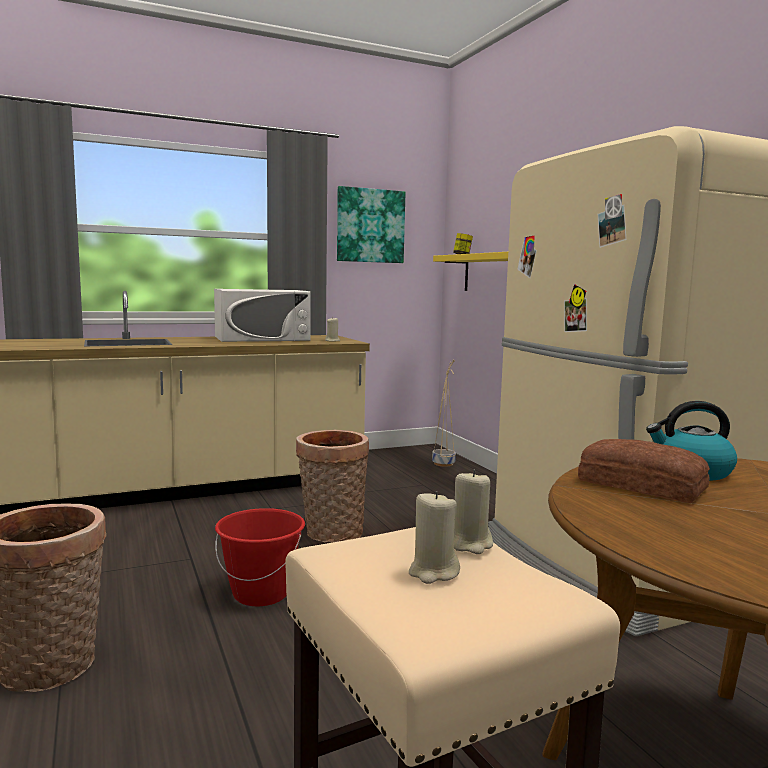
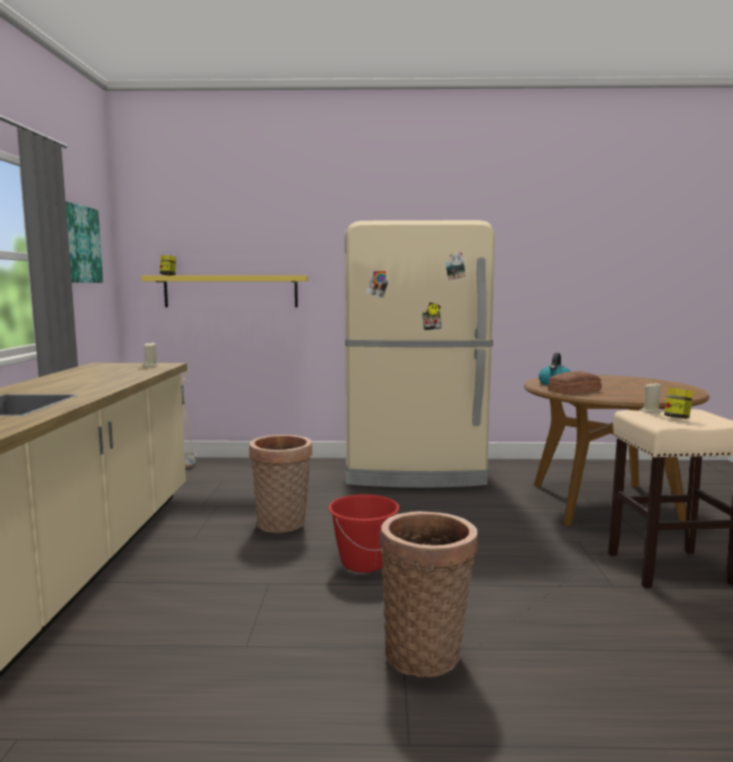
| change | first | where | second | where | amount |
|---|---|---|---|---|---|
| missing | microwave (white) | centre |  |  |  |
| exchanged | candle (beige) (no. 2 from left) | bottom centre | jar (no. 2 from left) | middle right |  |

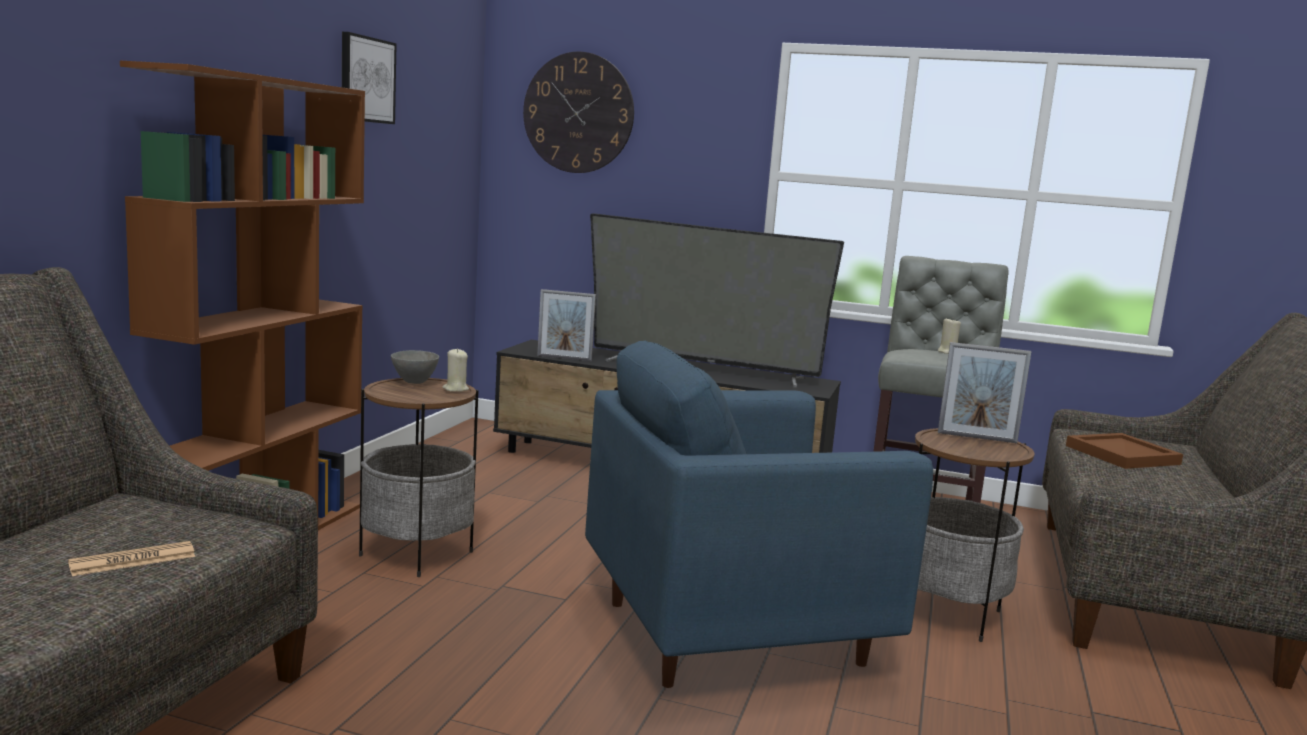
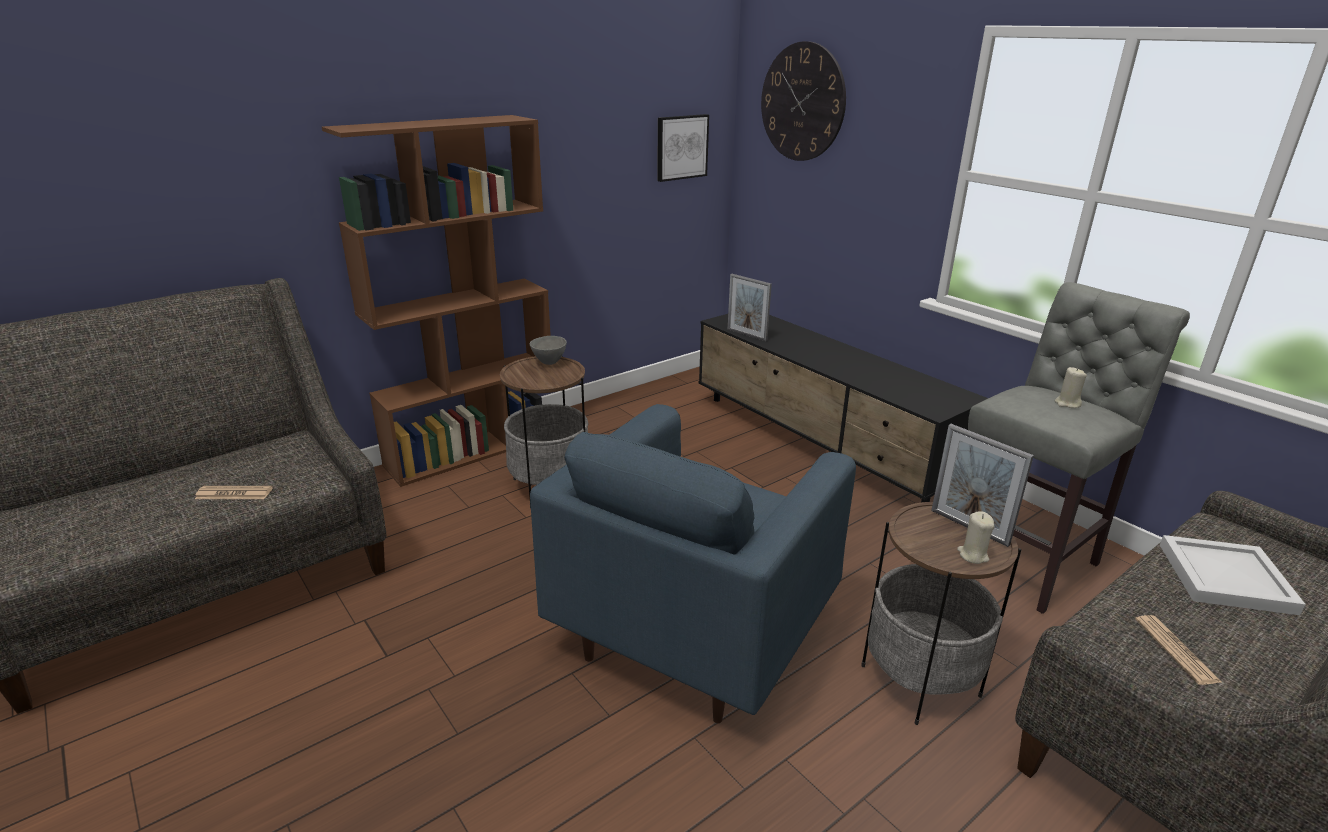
| change | first | where | second | where | amount |
|---|---|---|---|---|---|
| relocated | picture | top left |  | top centre |  |
| relocated | candle (beige) (no. 1 from left) | centre |  | middle right |  |
| spun | armchair (blue) | bottom centre |  | bottom centre | 75 degrees counterclockwise |
| missing | television | centre |  |  |  |
| colour | tray (brown) | middle right | tray (white) | bottom right |  |
| appeared |  |  | newspaper (no. 2 from left) | bottom right |  |

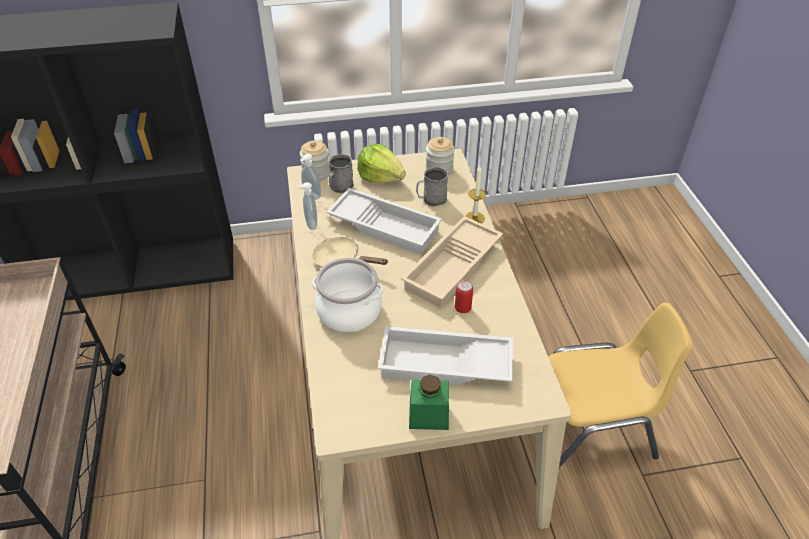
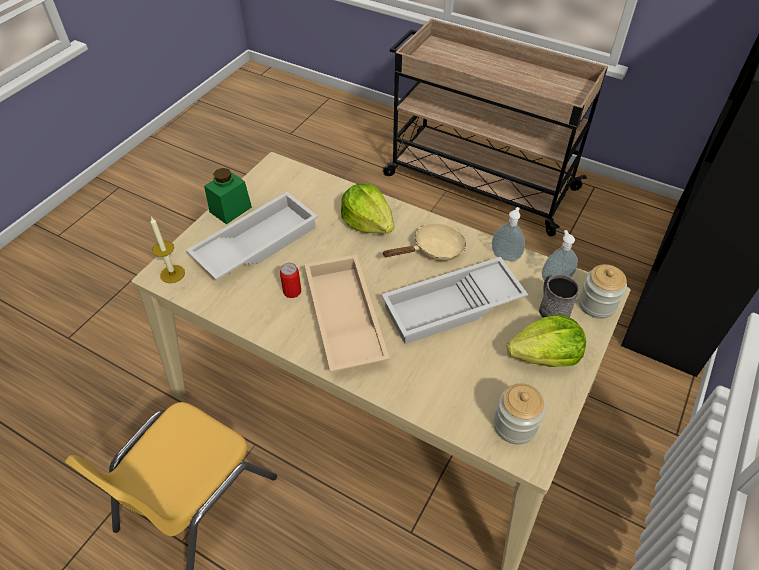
| change | first | where | second | where | amount |
|---|---|---|---|---|---|
| exchanged | cooking pot | centre | lettuce (no. 1 from left) | centre |  |
| missing | mug (grey) (no. 2 from left) | centre |  |  |  |
| relocated | candle | centre |  | middle left |  |

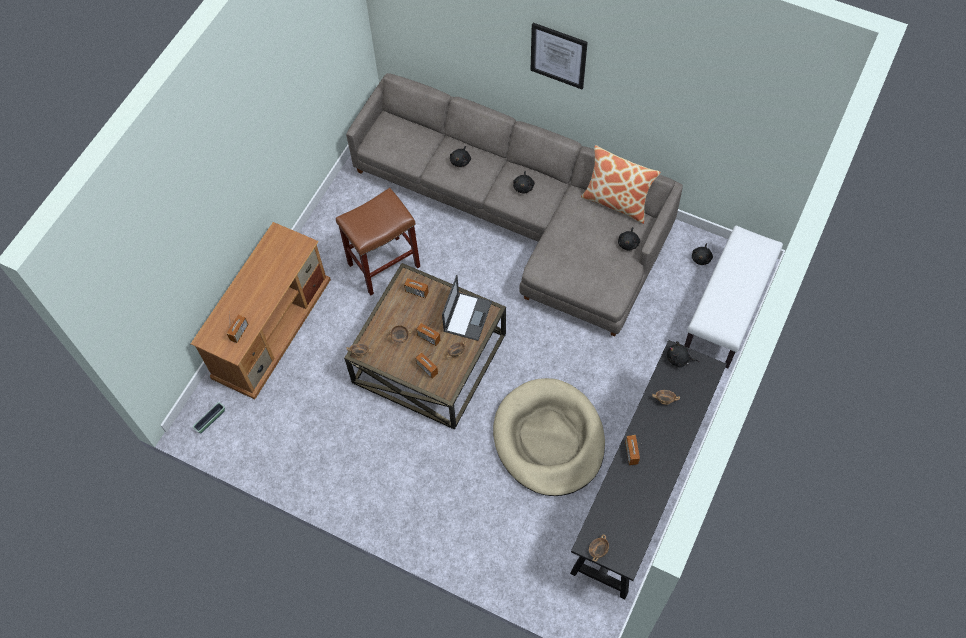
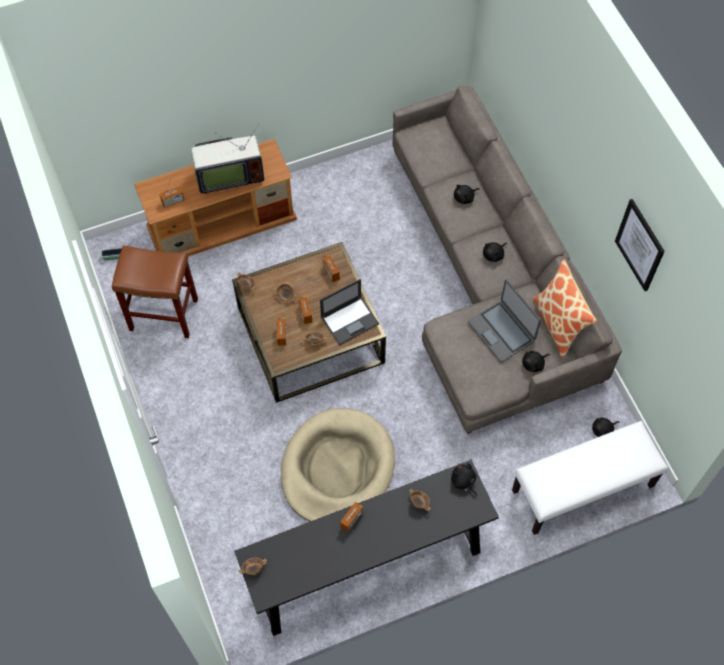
| change | first | where | second | where | amount |
|---|---|---|---|---|---|
| relocated | stool (brown) | centre |  | middle left |  |
| relocated | picture | top centre |  | middle right |  |
| appeared |  |  | television | top left |  |
| appeared |  |  | laptop (no. 2 from left) | middle right |  |

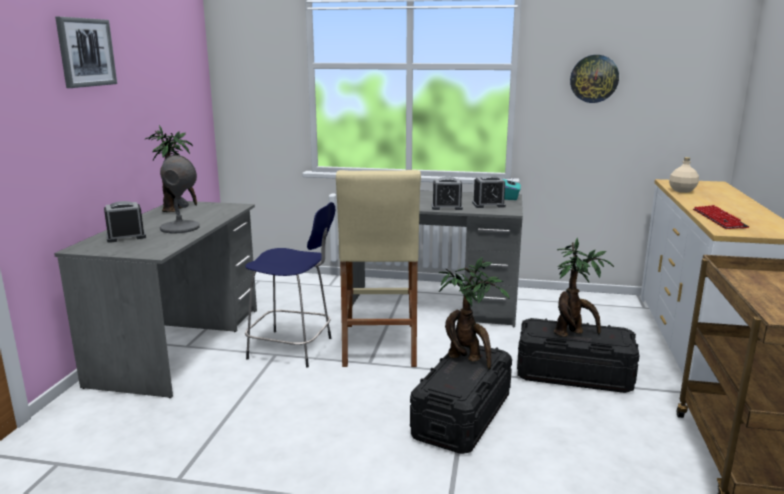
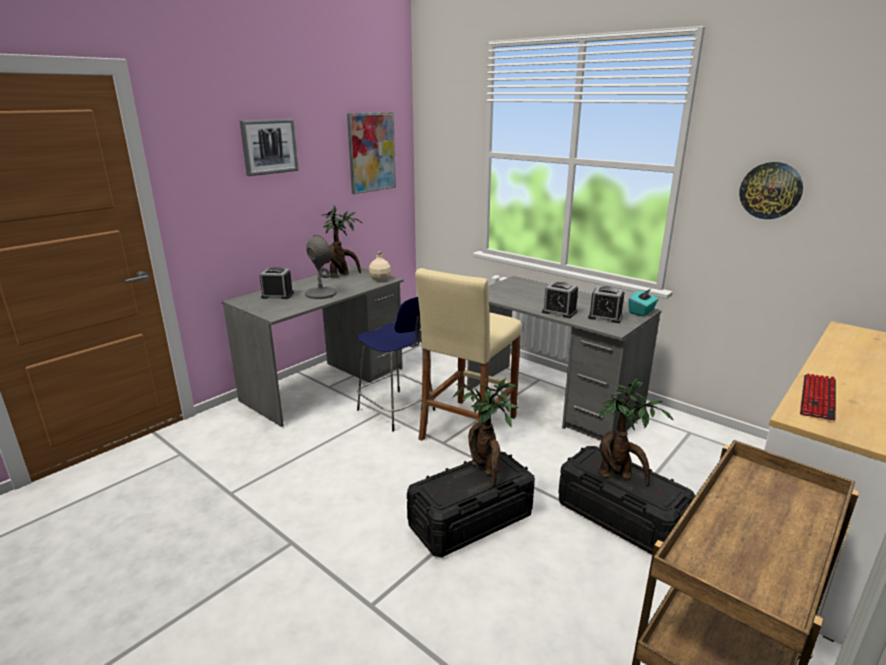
| change | first | where | second | where | amount |
|---|---|---|---|---|---|
| relocated | bottle (beige) | middle right |  | centre |  |
| appeared |  |  | picture (no. 2 from left) | top centre |  |

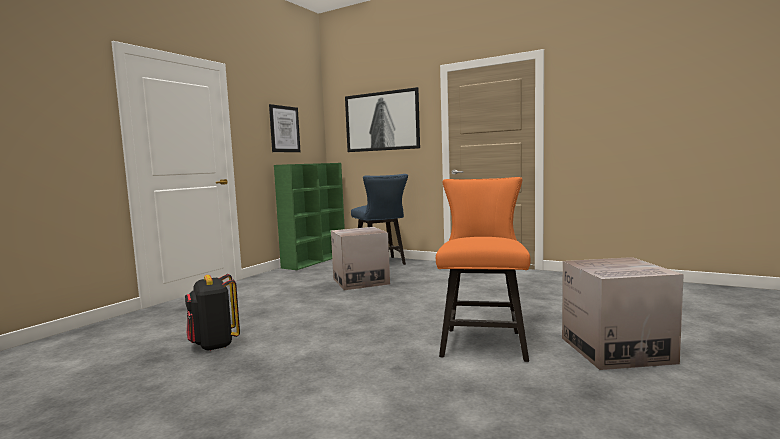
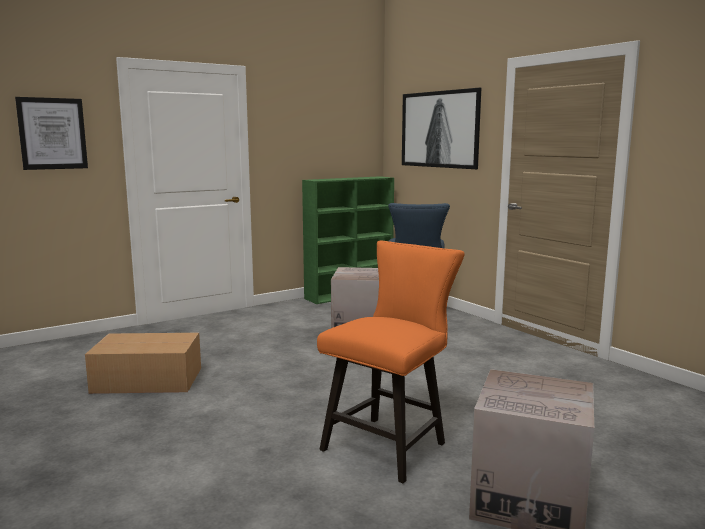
| change | first | where | second | where | amount |
|---|---|---|---|---|---|
| exchanged | backpack (black) | bottom left | cardboard box (no. 1 from left) | bottom left |  |
| relocated | picture (no. 1 from left) | top centre |  | top left |  |

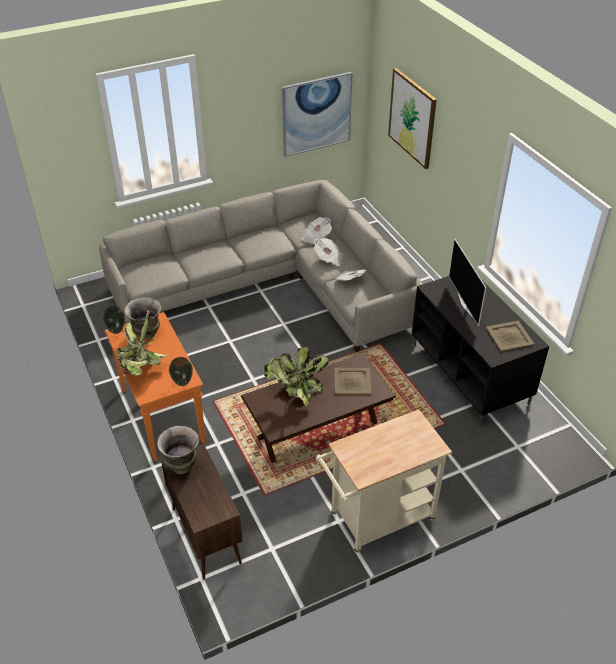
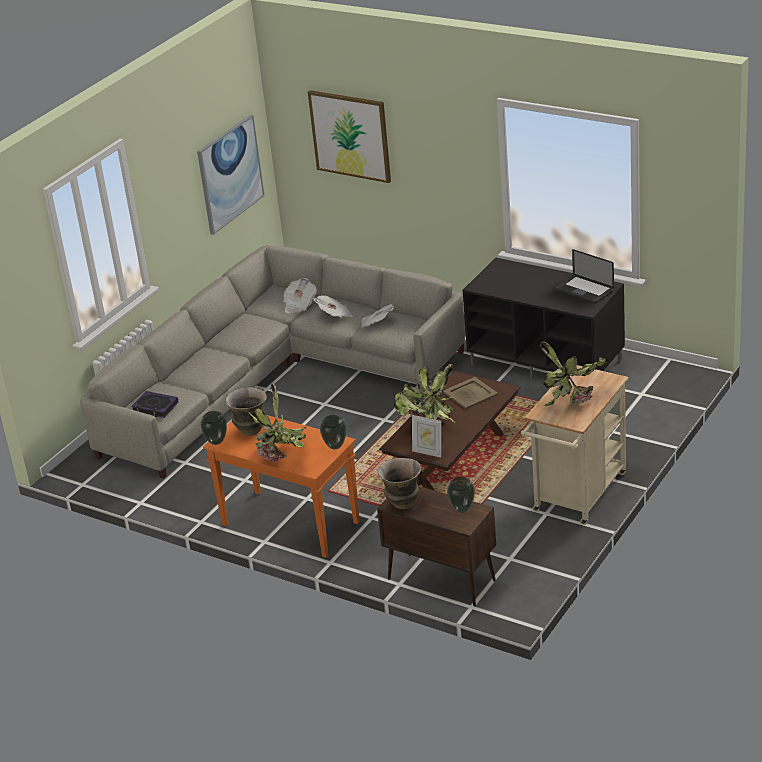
| change | first | where | second | where | amount |
|---|---|---|---|---|---|
| missing | television | middle right |  |  |  |
| exchanged | tray (beige) (no. 2 from left) | middle right | laptop | middle right |  |
| appeared |  |  | book | middle left |  |
| appeared |  |  | picture frame | centre |  |
| appeared |  |  | vase (no. 5 from left) | centre |  |
| appeared |  |  | potted plant (no. 3 from left) | middle right |  |

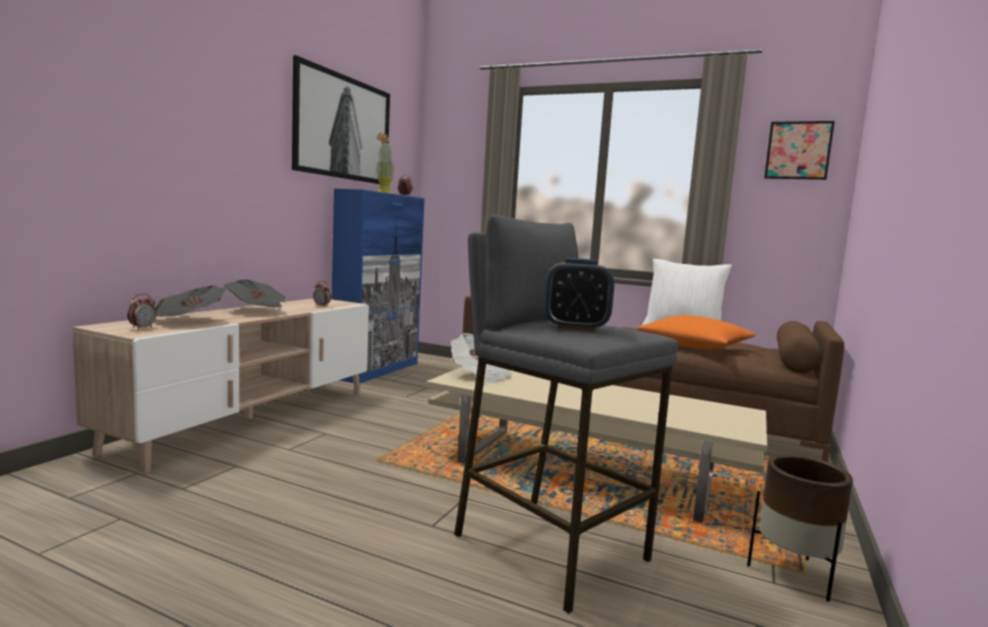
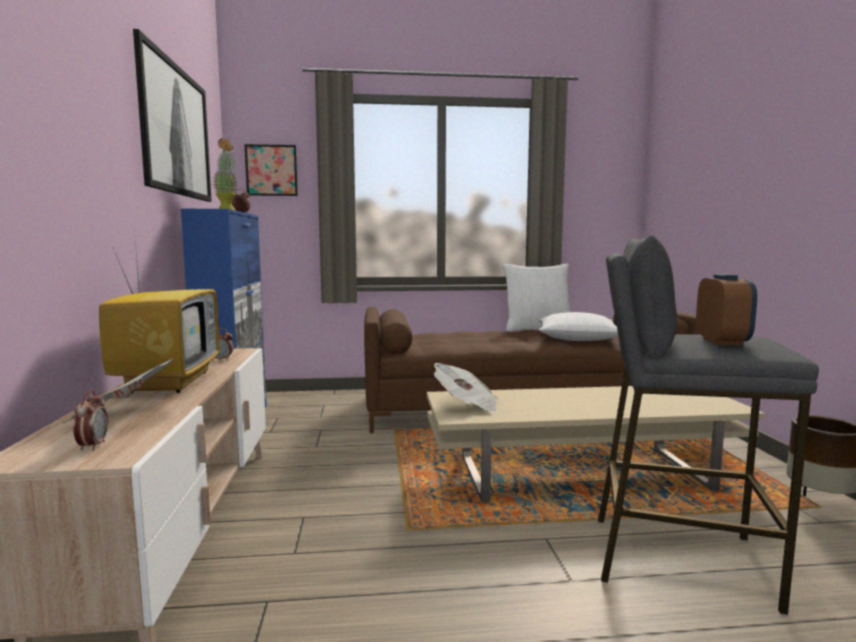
| change | first | where | second | where | amount |
|---|---|---|---|---|---|
| exchanged | newspaper (no. 2 from left) | middle left | television | middle left |  |
| spun | alarm clock (no. 4 from left) | centre |  | middle right | 60 degrees counterclockwise |
| colour | pillow (orange) | middle right | pillow (white) (no. 2 from left) | middle right |  |
| relocated | picture (no. 2 from left) | top right |  | top left |  |

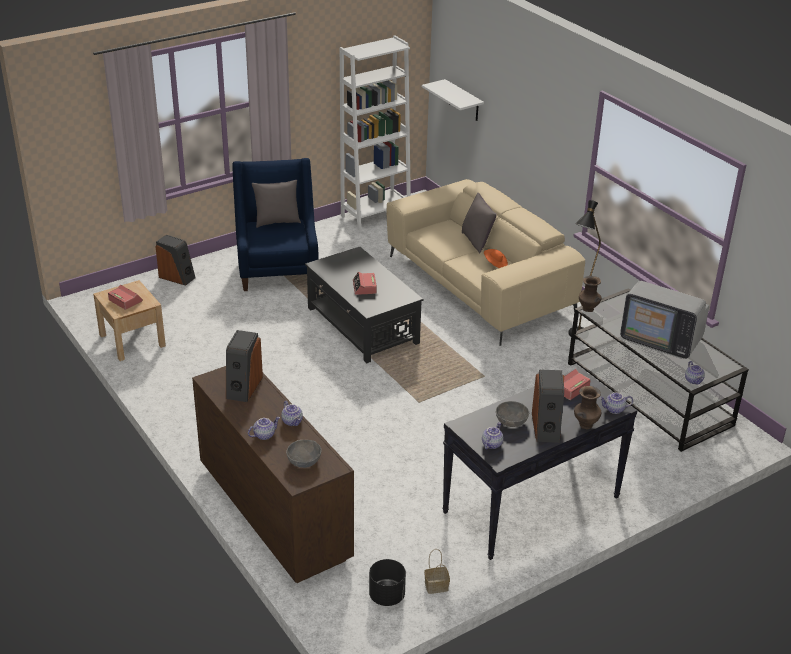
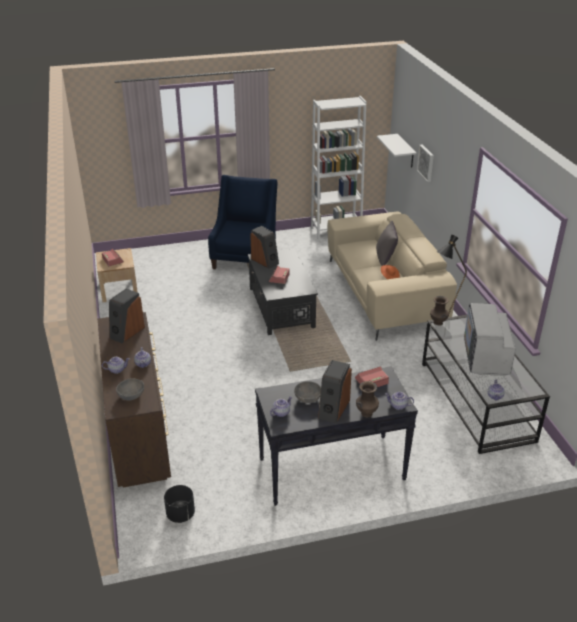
| change | first | where | second | where | amount |
|---|---|---|---|---|---|
| relocated | speaker (no. 1 from left in the first image) | middle left | speaker (no. 2 from left) | centre |  |
| missing | pillow (grey) (no. 1 from left) | top centre |  |  |  |
| missing | basket | bottom centre |  |  |  |
| spun | television | middle right |  | middle right | 45 degrees clockwise |
| appeared |  |  | picture | top right |  |

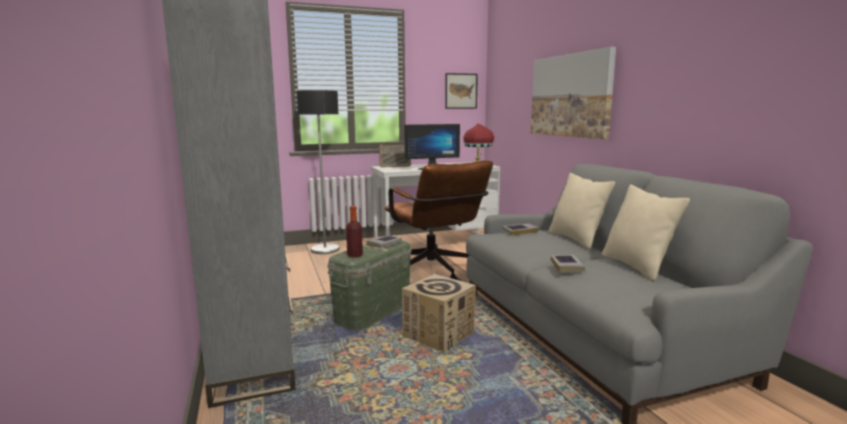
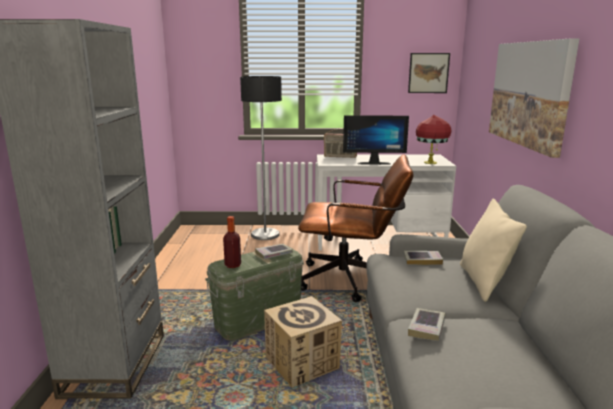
| change | first | where | second | where | amount |
|---|---|---|---|---|---|
| spun | office chair (brown) | centre |  | centre | 75 degrees counterclockwise |
| missing | pillow (beige) (no. 2 from left) | middle right |  |  |  |

